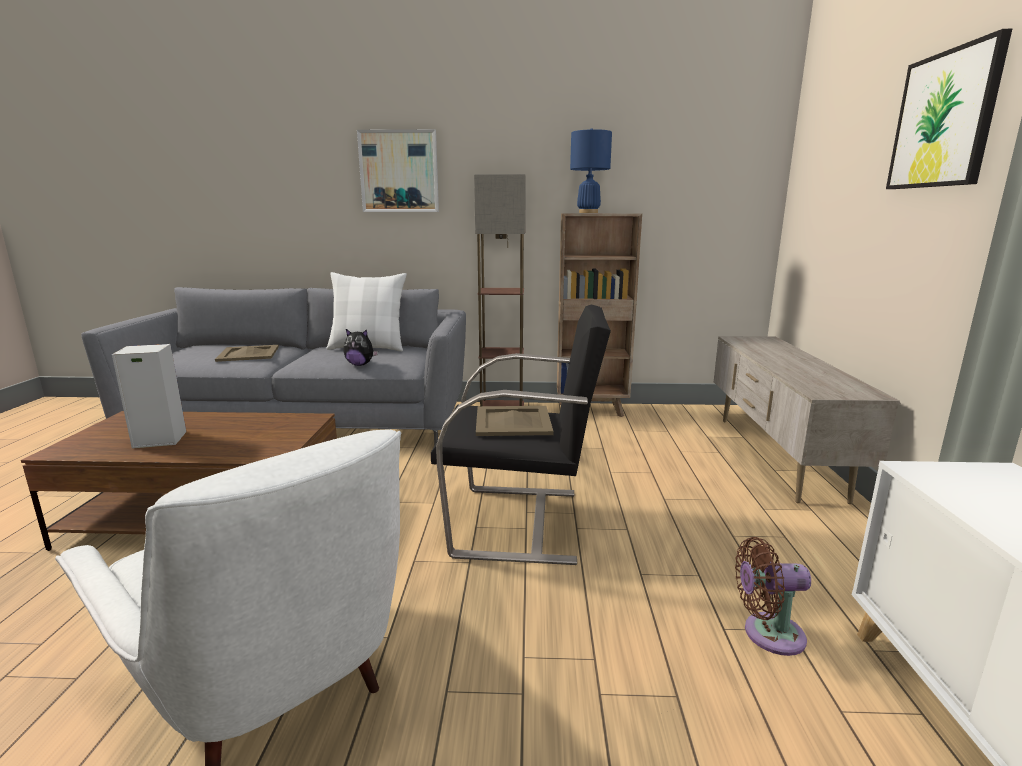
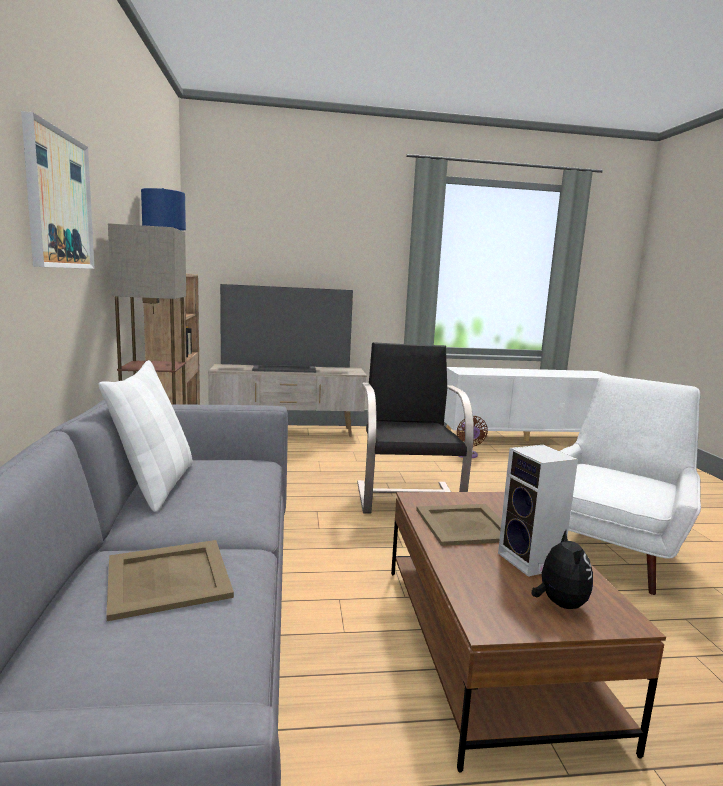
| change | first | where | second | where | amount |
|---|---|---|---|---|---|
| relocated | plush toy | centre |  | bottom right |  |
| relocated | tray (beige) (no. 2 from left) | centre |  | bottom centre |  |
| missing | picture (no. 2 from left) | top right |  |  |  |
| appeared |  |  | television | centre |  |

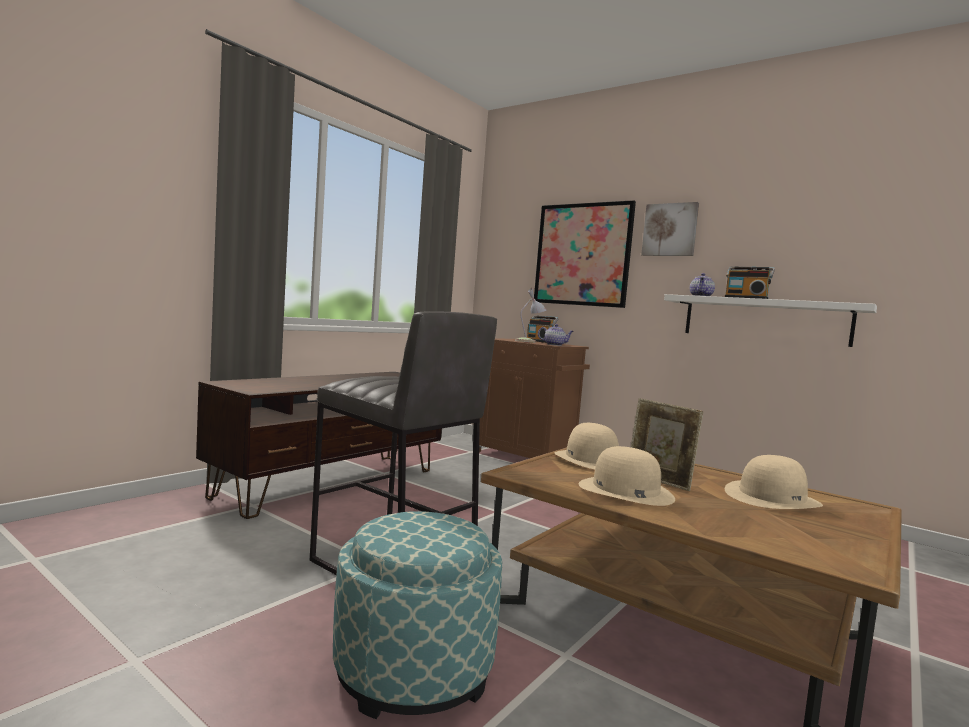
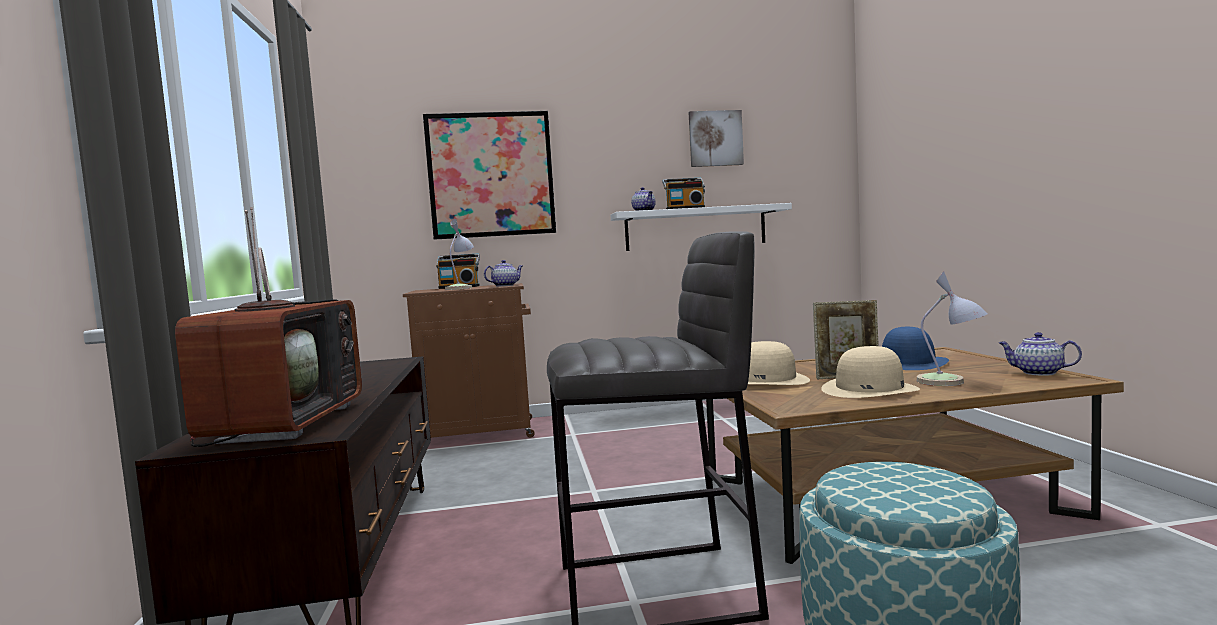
| change | first | where | second | where | amount |
|---|---|---|---|---|---|
| relocated | picture (no. 2 from left) | top right |  | top centre |  |
| colour | hat (beige) (no. 3 from left) | middle right | hat (blue) | middle right |  |
| appeared |  |  | television | middle left |  |
| appeared |  |  | table lamp (no. 2 from left) | middle right |  |
| appeared |  |  | teapot (no. 3 from left) | middle right |  |

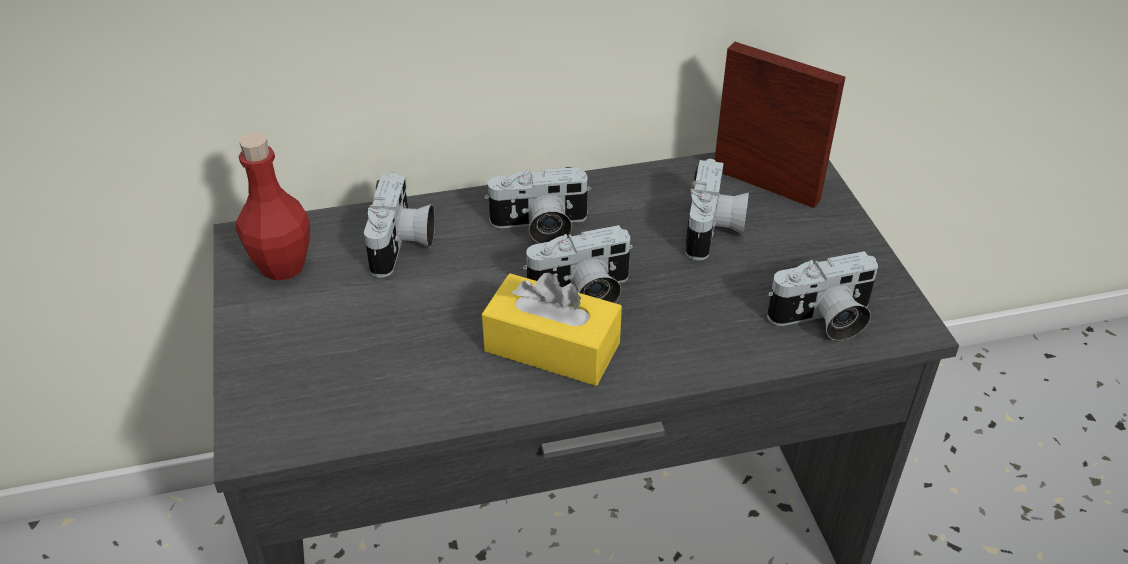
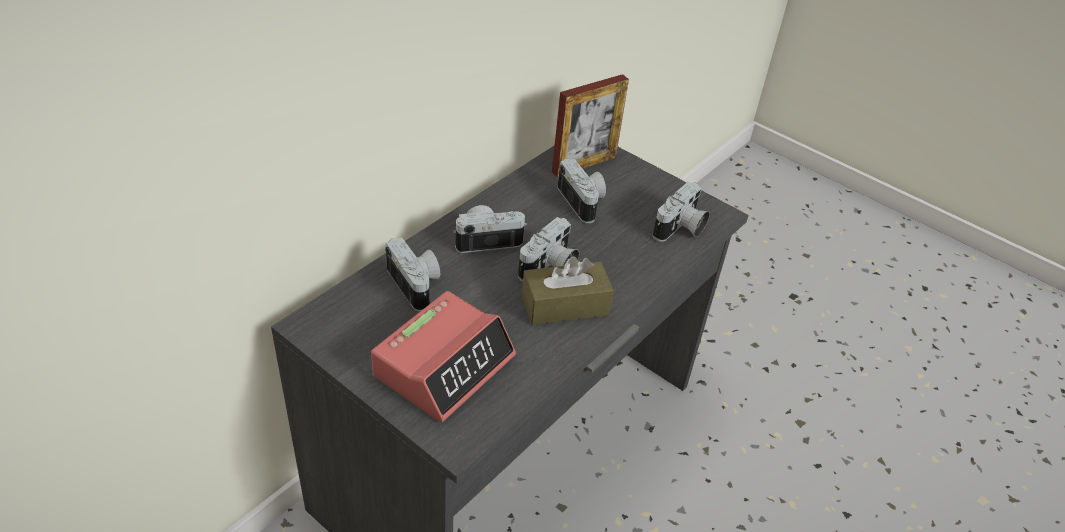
| change | first | where | second | where | amount |
|---|---|---|---|---|---|
| missing | bottle (red) | middle left |  |  |  |
| colour | tissue box (yellow) | centre | tissue box (brown) | centre |  |
| spun | photo camera (no. 2 from left) | centre |  | centre | 150 degrees counterclockwise |
| spun | picture frame | top right |  | top centre | 150 degrees clockwise |
| appeared |  |  | alarm clock | bottom centre |  |

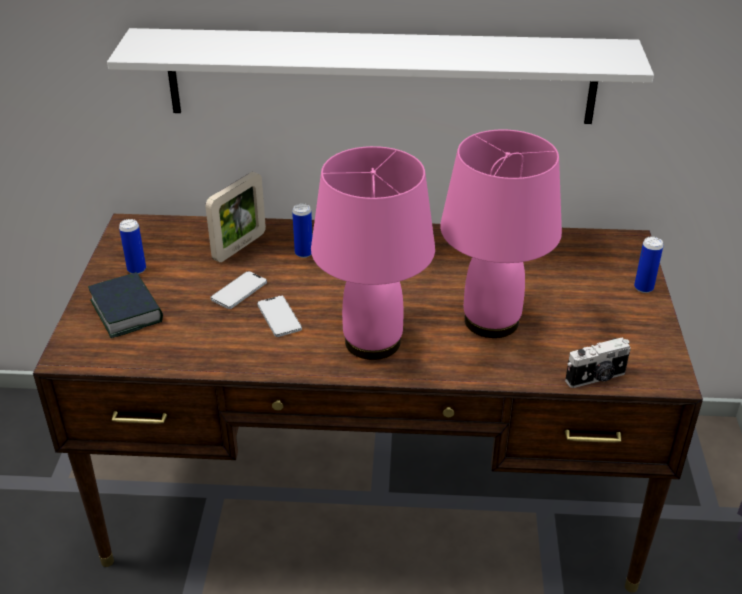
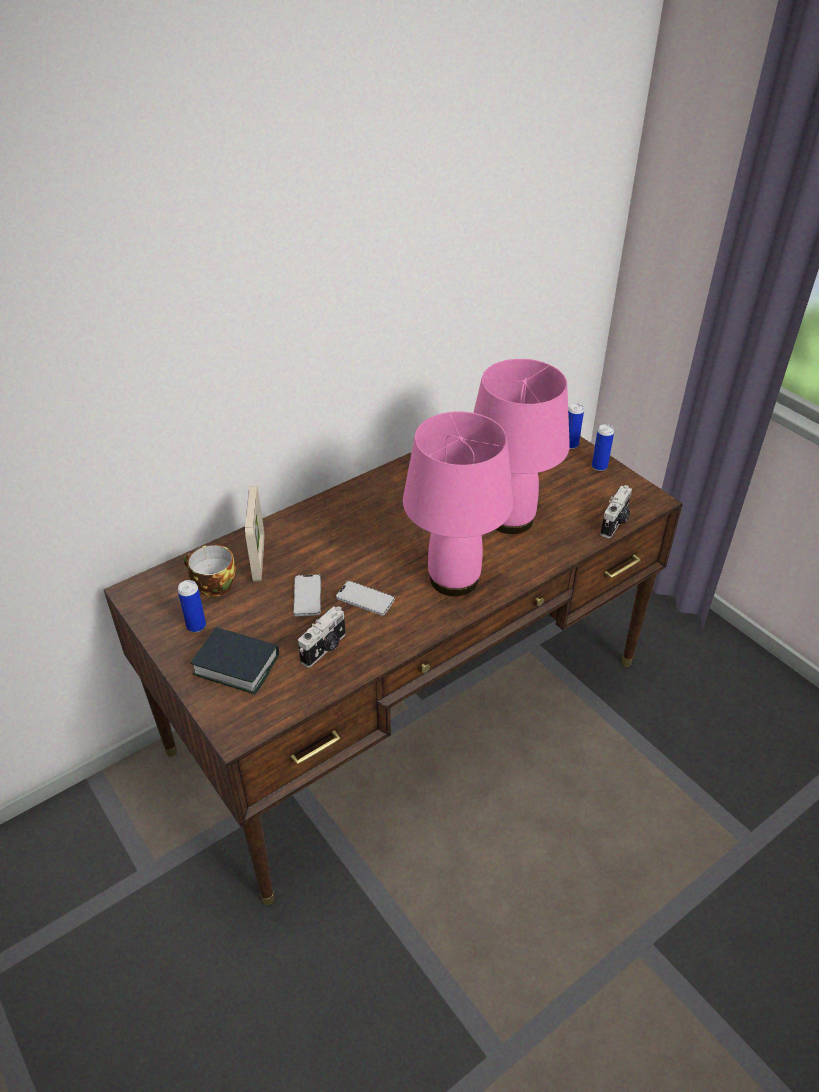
| change | first | where | second | where | amount |
|---|---|---|---|---|---|
| missing | shelf (white) | top centre |  |  |  |
| relocated | can (no. 2 from left in the first image) | centre | can (no. 3 from left) | middle right |  |
| appeared |  |  | cup | middle left |  |
| appeared |  |  | photo camera (no. 1 from left) | centre |  |

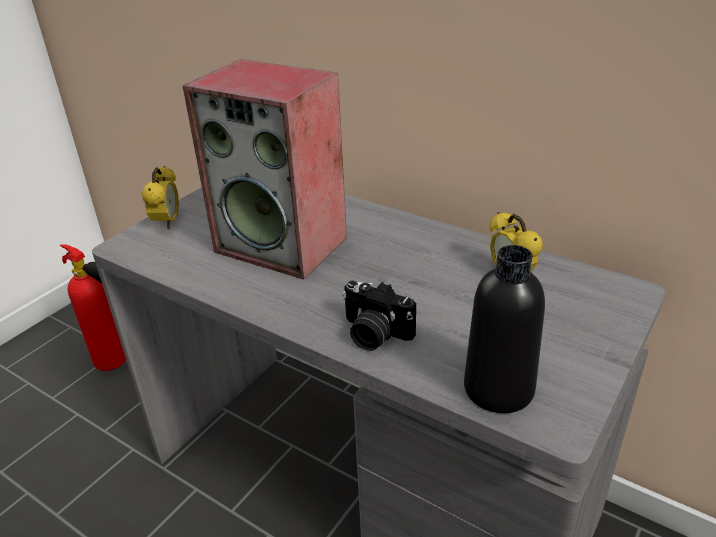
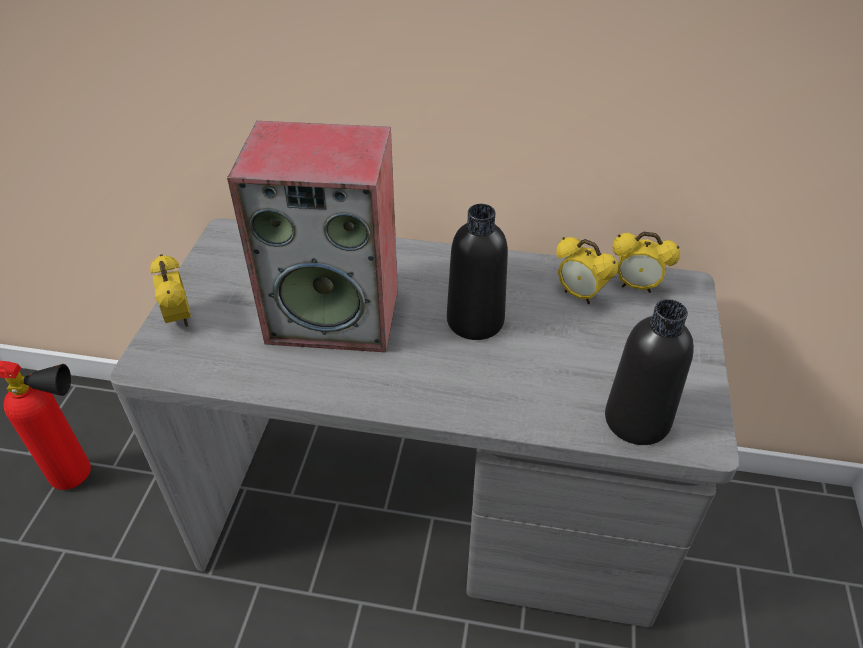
| change | first | where | second | where | amount |
|---|---|---|---|---|---|
| missing | photo camera | centre |  |  |  |
| appeared |  |  | bottle (black) (no. 1 from left) | centre |  |
| appeared |  |  | alarm clock (no. 3 from left) | middle right |  |

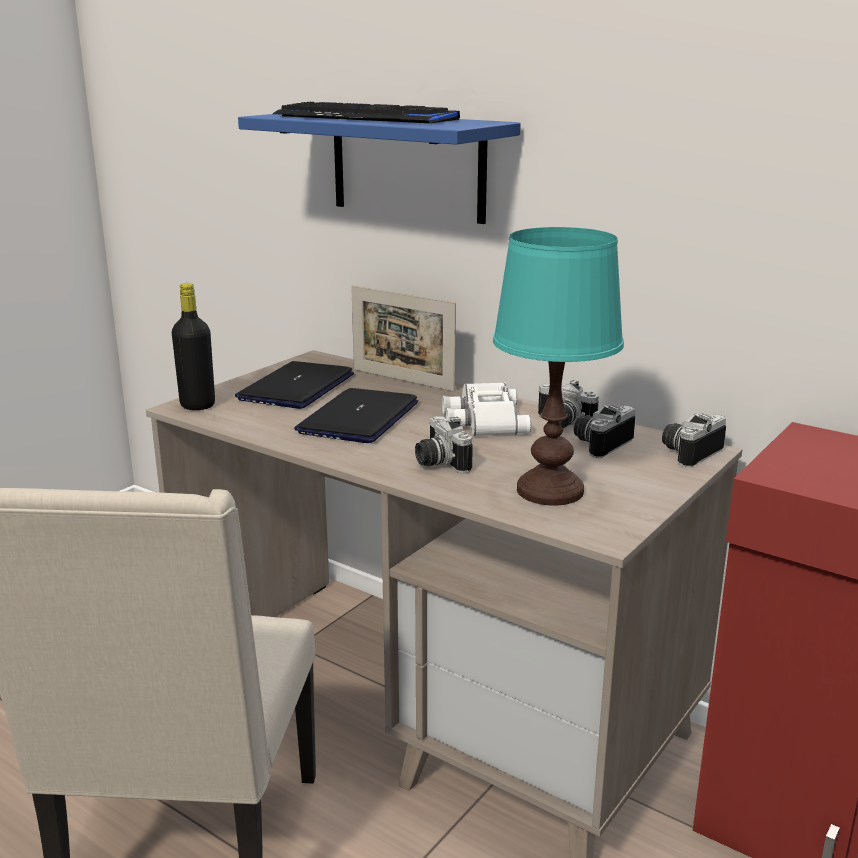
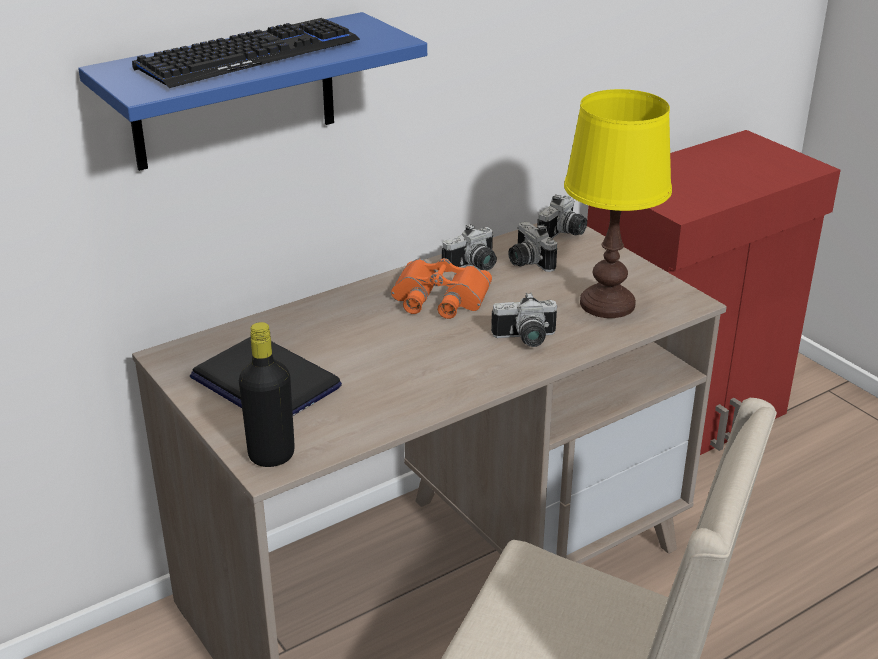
| change | first | where | second | where | amount |
|---|---|---|---|---|---|
| missing | laptop (no. 2 from left) | centre |  |  |  |
| missing | picture frame | centre |  |  |  |
| colour | binoculars (white) | centre | binoculars (orange) | centre |  |
| colour | table lamp (turquoise) | centre | table lamp (yellow) | top right |  |
| spun | photo camera (no. 4 from left) | middle right |  | top centre | 120 degrees counterclockwise |

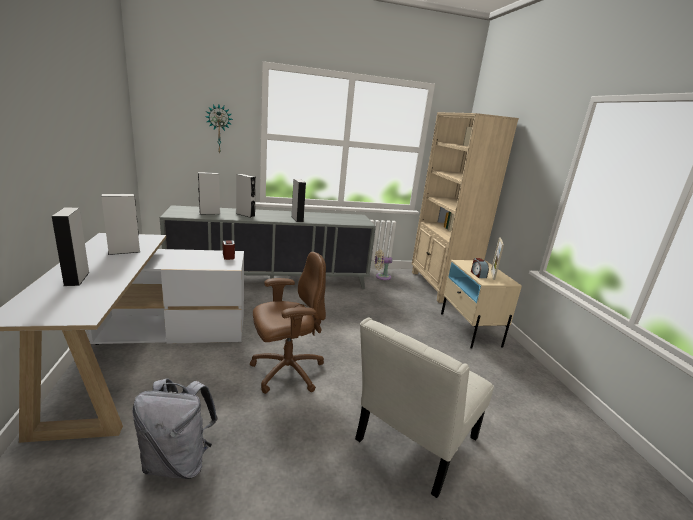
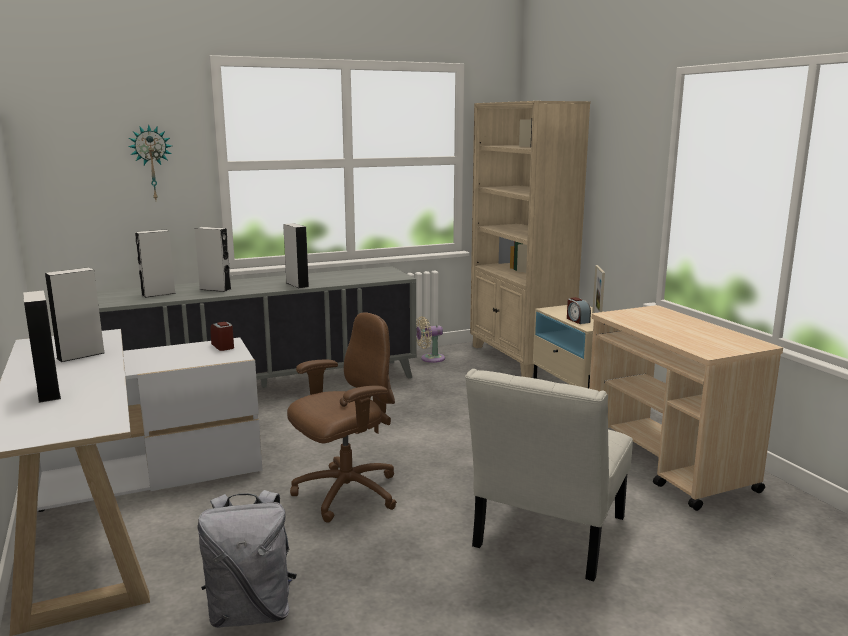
| change | first | where | second | where | amount |
|---|---|---|---|---|---|
| appeared |  |  | cart (beige) | middle right |  |

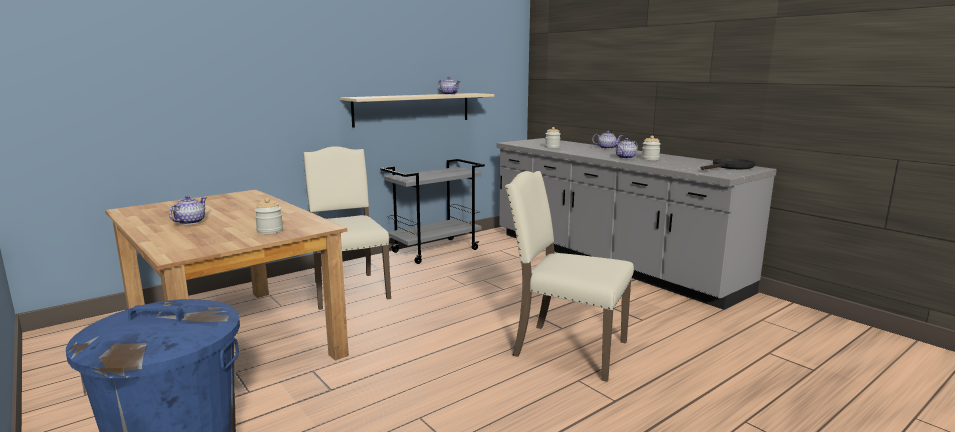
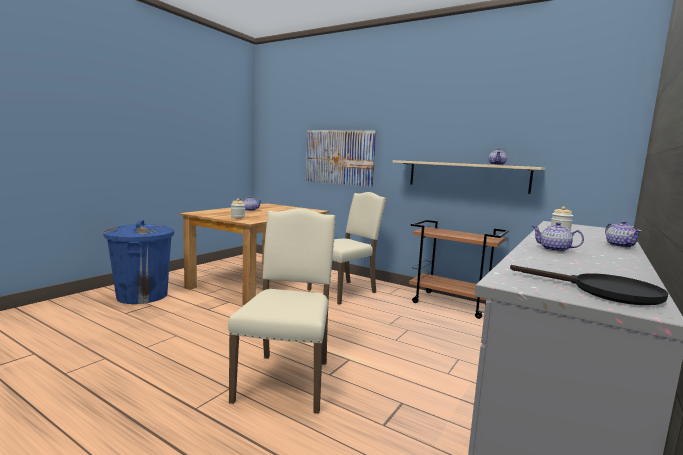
| change | first | where | second | where | amount |
|---|---|---|---|---|---|
| colour | cart (grey) | centre | cart (brown) | middle right |  |
| missing | jar (no. 3 from left) | middle right |  |  |  |
| appeared |  |  | picture | centre |  |

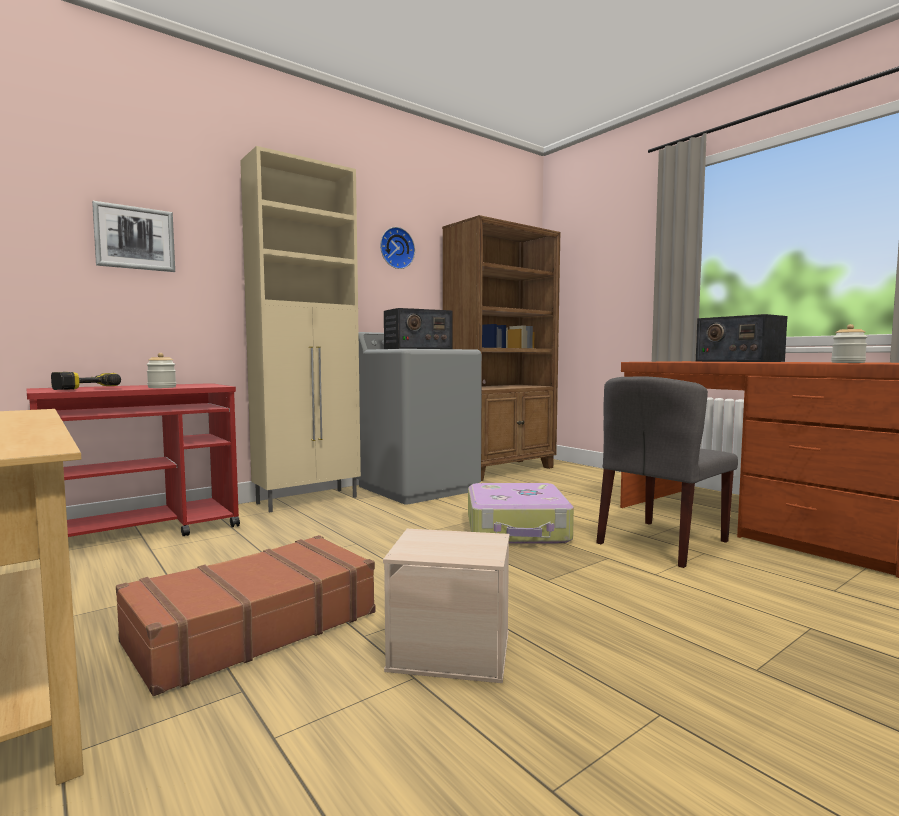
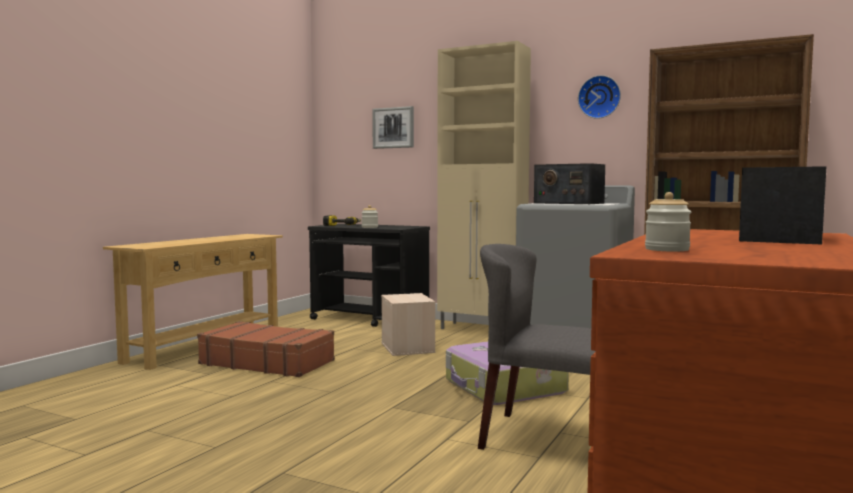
| change | first | where | second | where | amount |
|---|---|---|---|---|---|
| colour | cart (red) | middle left | cart (black) | centre |  |
| relocated | storage box (beige) | bottom centre |  | centre |  |

